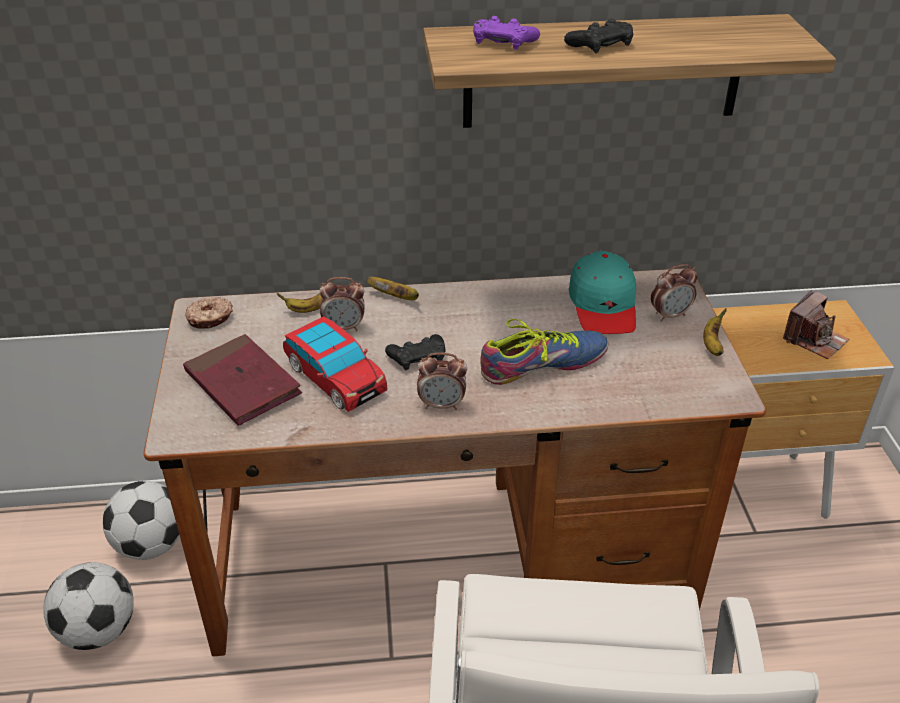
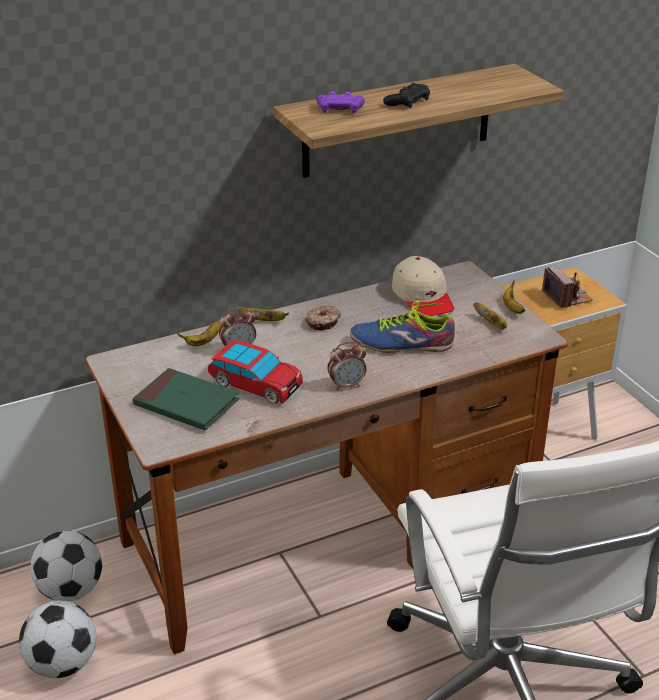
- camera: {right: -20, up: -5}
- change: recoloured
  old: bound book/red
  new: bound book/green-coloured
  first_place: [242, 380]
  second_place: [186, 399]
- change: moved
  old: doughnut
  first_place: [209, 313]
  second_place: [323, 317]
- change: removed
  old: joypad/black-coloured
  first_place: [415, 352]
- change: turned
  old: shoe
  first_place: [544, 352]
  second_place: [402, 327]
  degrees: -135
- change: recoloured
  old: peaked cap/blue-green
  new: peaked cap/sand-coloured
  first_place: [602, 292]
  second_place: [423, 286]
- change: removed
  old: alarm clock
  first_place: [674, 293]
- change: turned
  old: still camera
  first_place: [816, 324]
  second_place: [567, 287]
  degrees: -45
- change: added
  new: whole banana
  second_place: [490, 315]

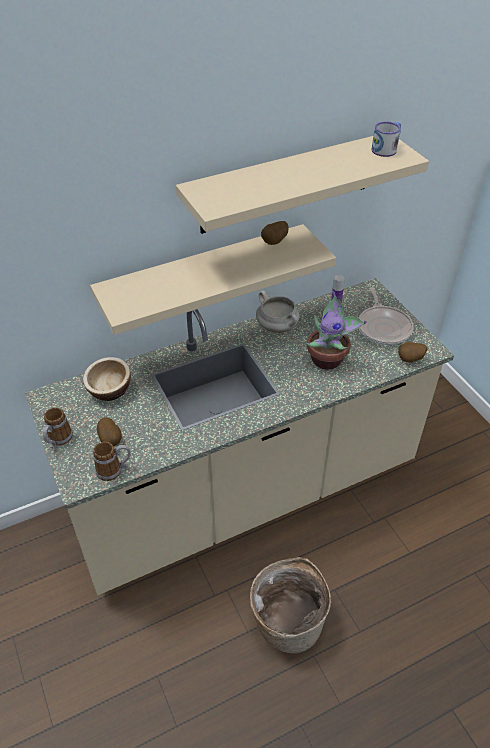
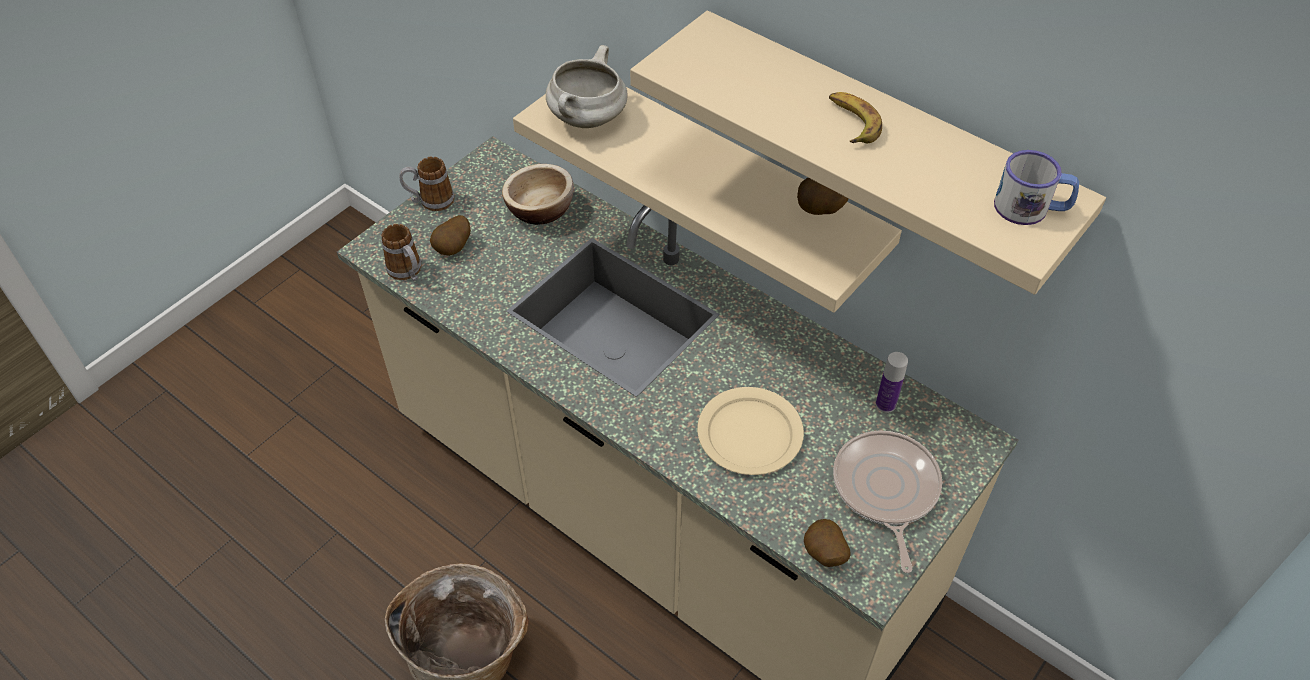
- camera: {right: 65, up: 5}
- change: moved
  old: cooking pot/white
  first_place: [278, 312]
  second_place: [586, 86]
- change: replaced
  old: houseplant
  new: flat dish/sand-coloured
  first_place: [336, 330]
  second_place: [750, 431]
- change: turned
  old: skillet
  first_place: [386, 316]
  second_place: [887, 502]
  degrees: 120
- change: added
  new: whole banana
  second_place: [855, 117]

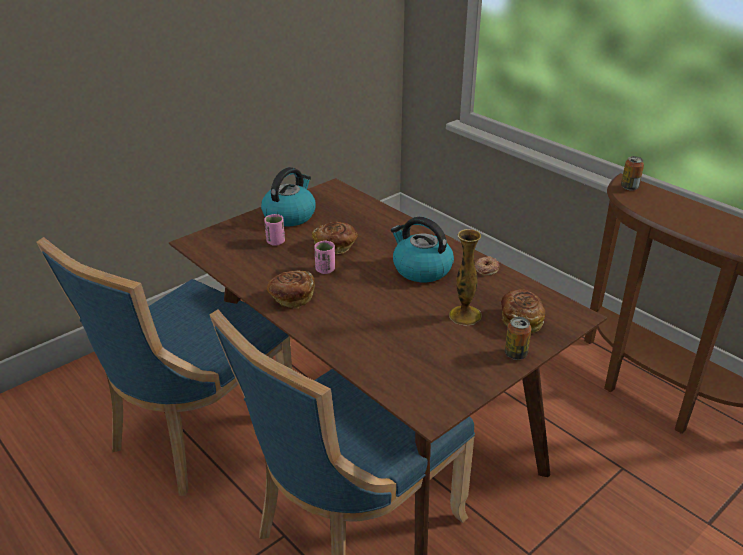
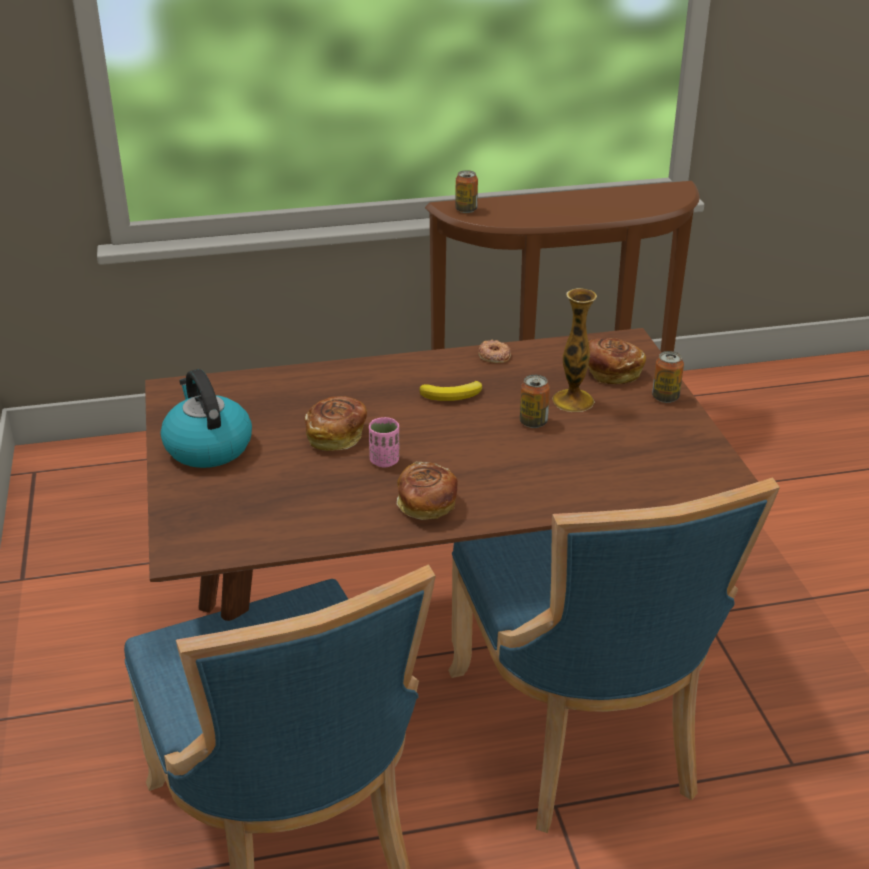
- camera: {right: -60, up: 0}
- change: removed
  old: cup/pink-coloured
  first_place: [274, 230]
- change: replaced
  old: tea kettle
  new: whole banana
  first_place: [422, 249]
  second_place: [450, 391]
- change: added
  new: sealed can
  second_place: [535, 401]

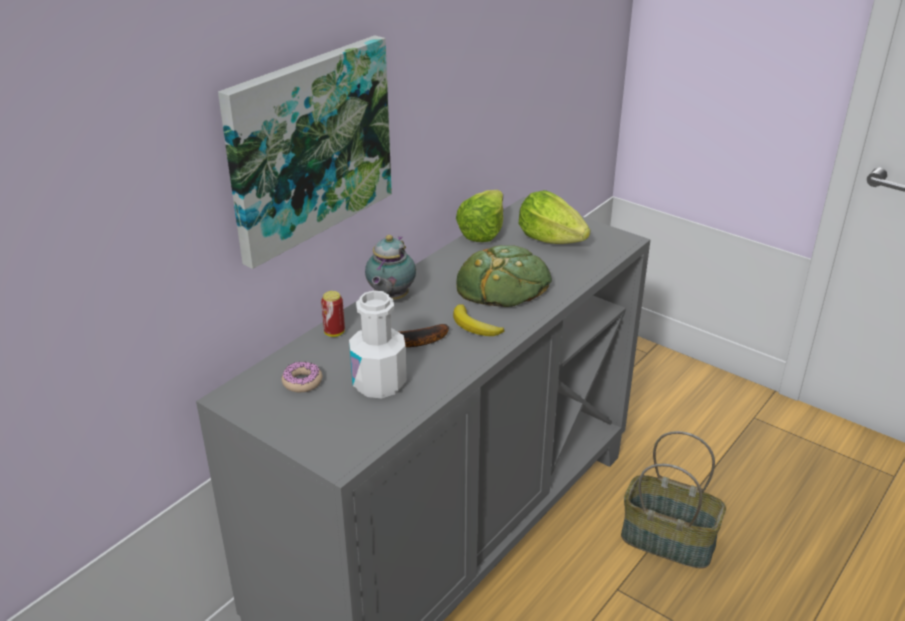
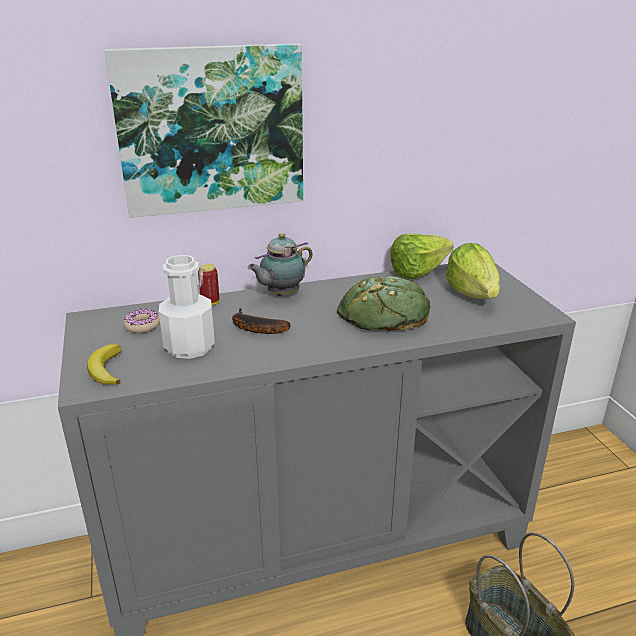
- camera: {right: 35, up: -5}
- change: moved
  old: whole banana
  first_place: [478, 320]
  second_place: [104, 364]

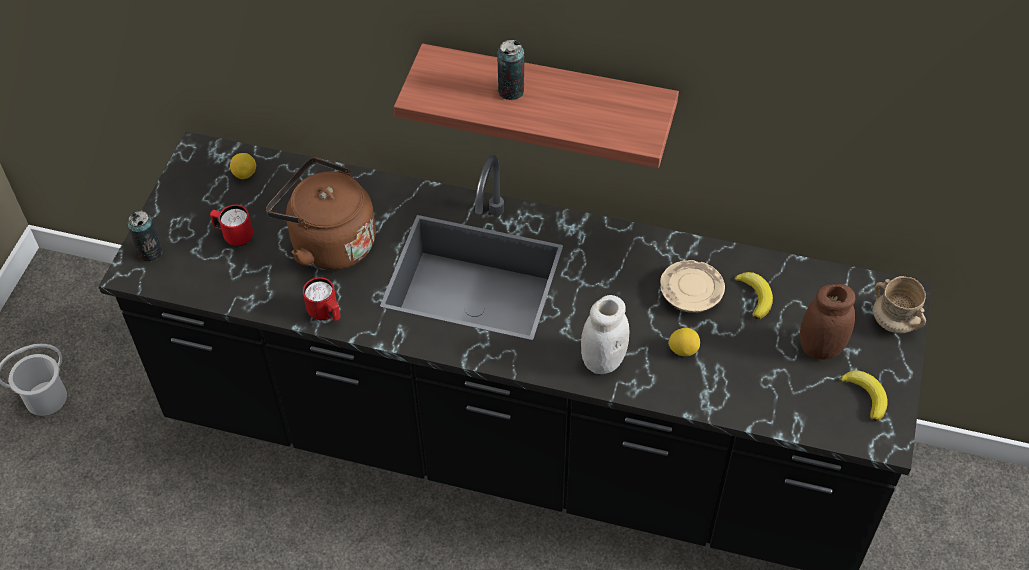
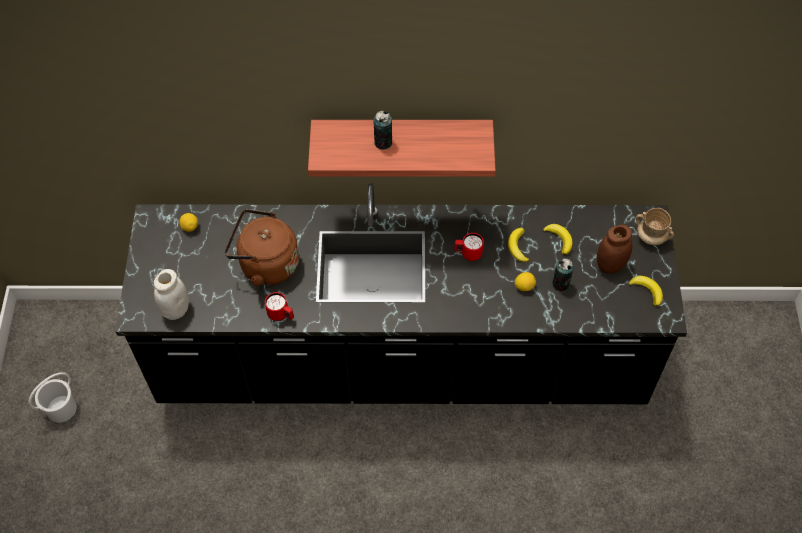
- camera: {right: -15, up: 5}
- change: moved
  old: sealed can
  first_place: [144, 236]
  second_place: [563, 274]
- change: moved
  old: mug/red
  first_place: [231, 226]
  second_place: [469, 247]
- change: moved
  old: jar/white
  first_place: [605, 334]
  second_place: [171, 294]
- change: replaced
  old: flat dish/sand-coloured
  new: whole banana
  first_place: [692, 286]
  second_place: [518, 245]

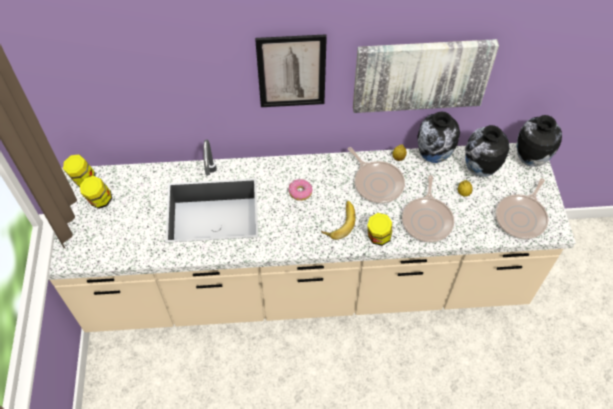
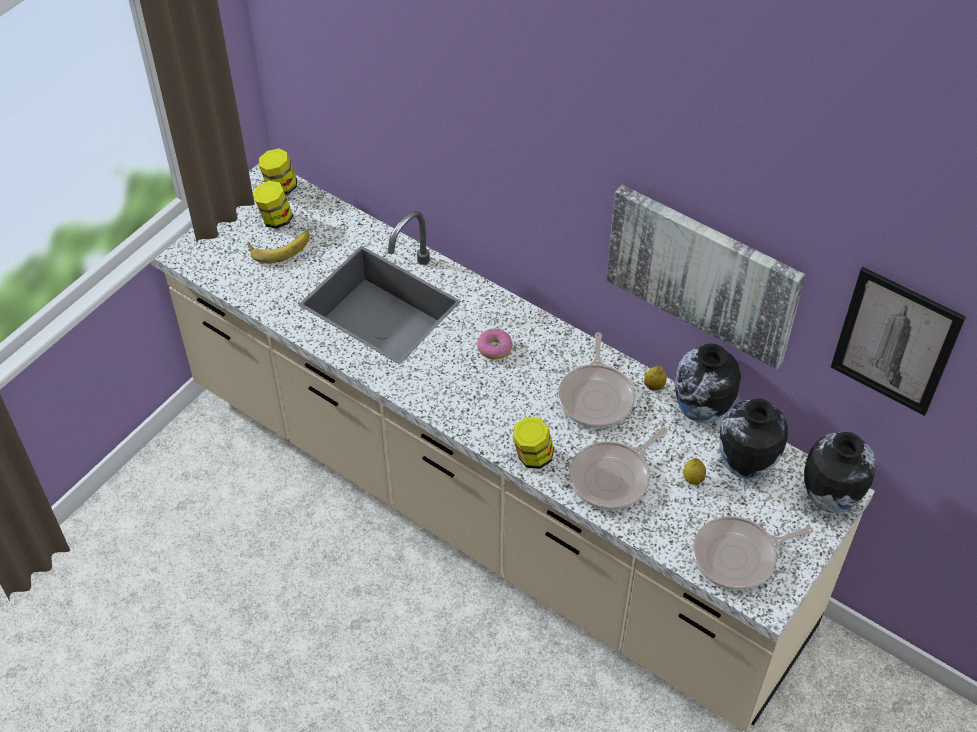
- camera: {right: 40, up: -5}
- change: moved
  old: wall picture
  first_place: [291, 70]
  second_place: [898, 341]
- change: moved
  old: whole banana
  first_place: [338, 220]
  second_place: [278, 247]

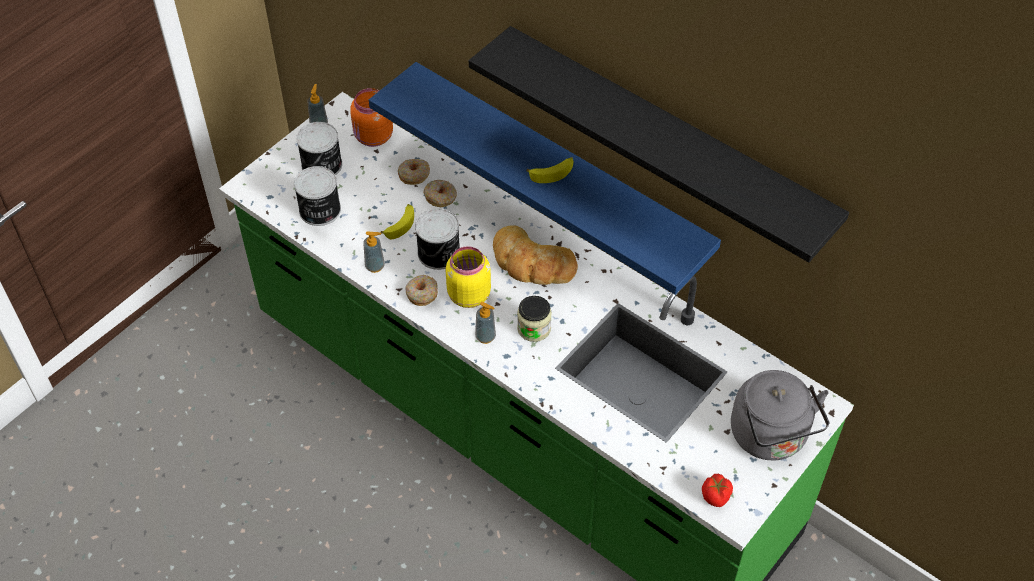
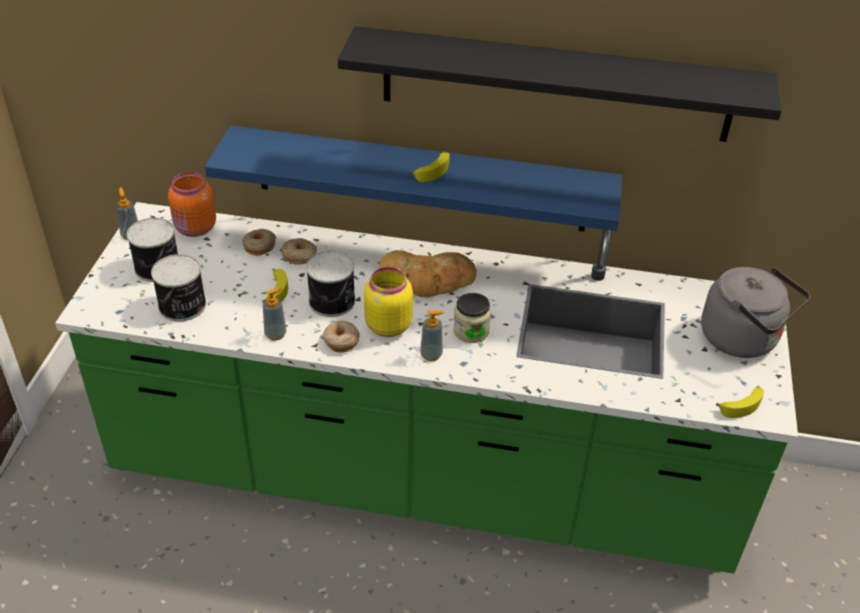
- camera: {right: -30, up: -10}
- change: replaced
  old: fresh tomato
  new: whole banana
  first_place: [717, 490]
  second_place: [740, 402]

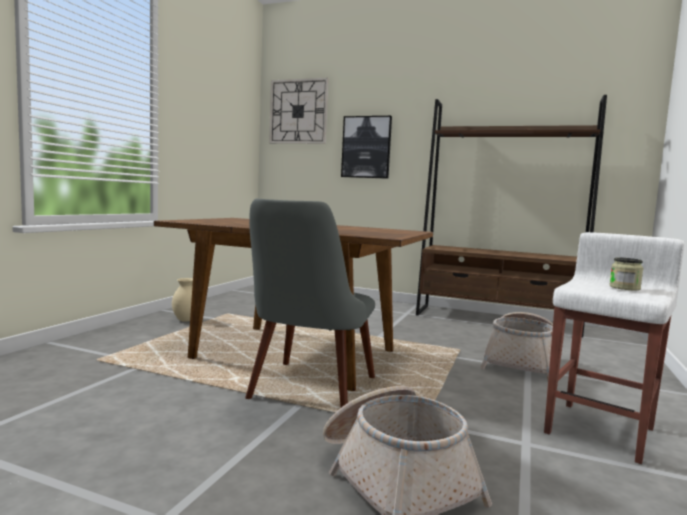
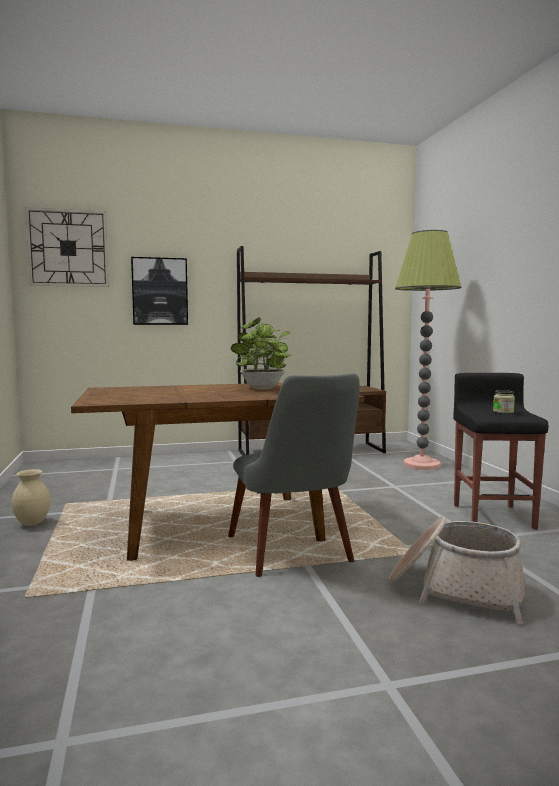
- camera: {right: -35, up: 0}
- change: removed
  old: storage basket
  first_place: [516, 346]
- change: recoloured
  old: sitting stool/white
  new: sitting stool/black-coloured
  first_place: [614, 348]
  second_place: [500, 451]
- change: added
  new: houseplant
  second_place: [261, 353]
- change: added
  new: standing lamp
  second_place: [428, 350]

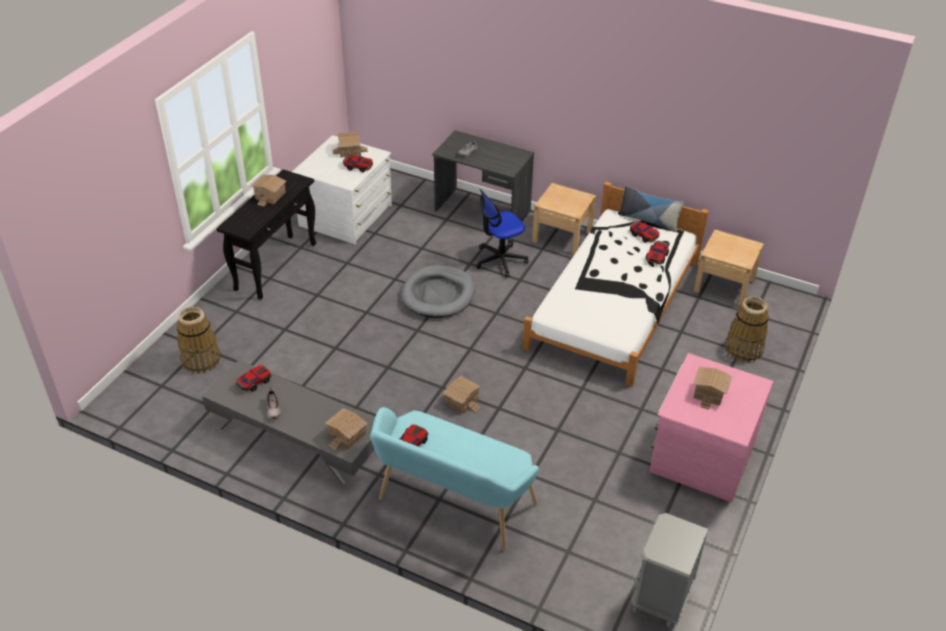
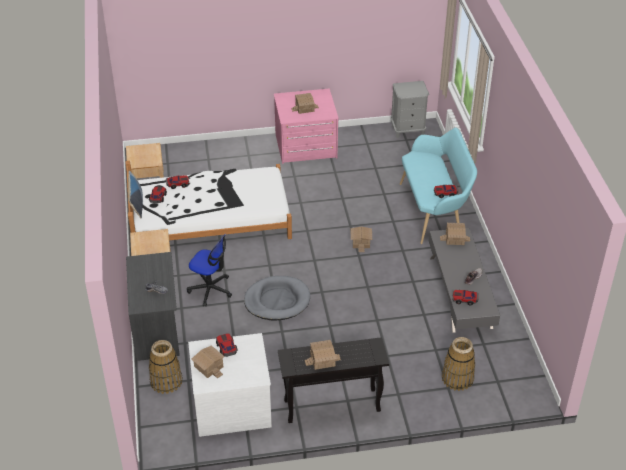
- camera: {right: -125, up: 0}
- change: moved
  old: storage basket
  first_place: [747, 330]
  second_place: [166, 367]

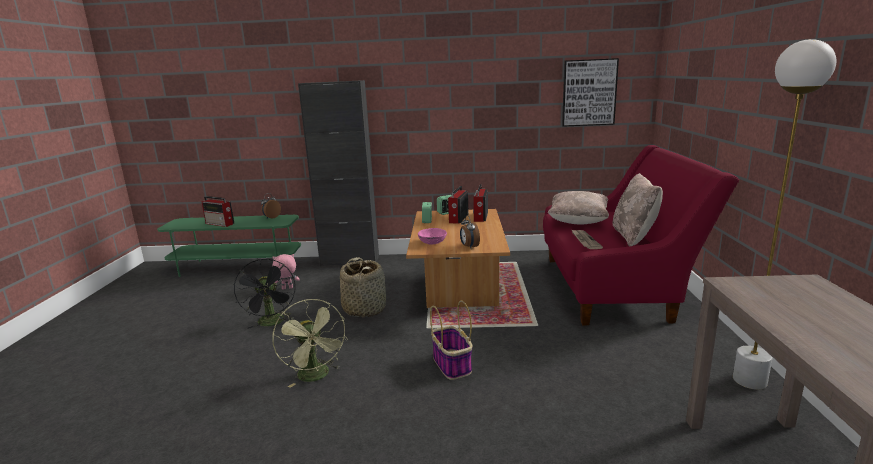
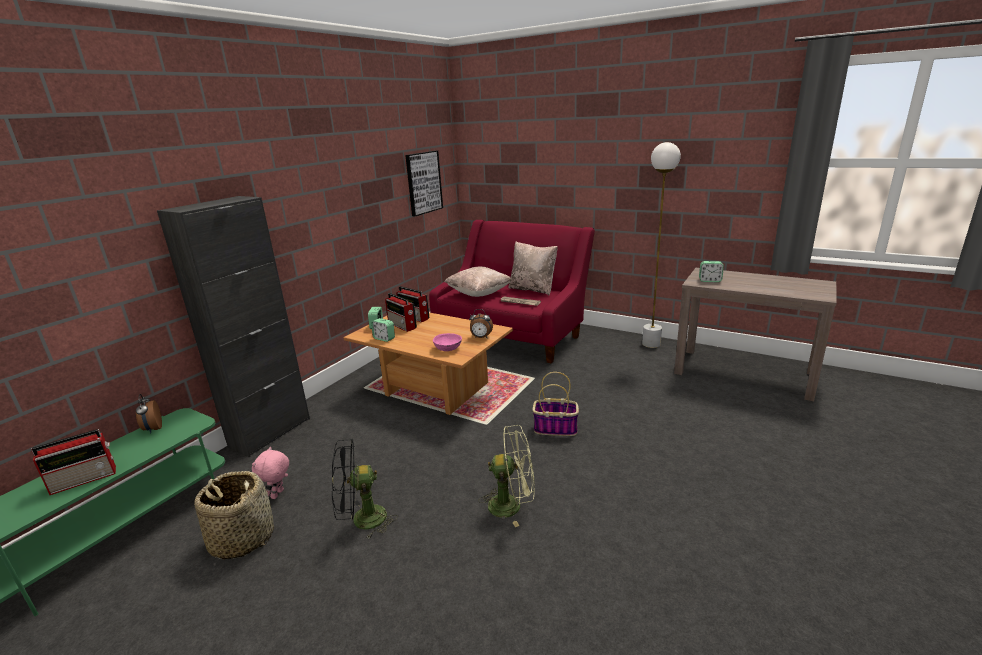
- camera: {right: -60, up: 5}
- change: turned
  old: fan/black-coloured
  first_place: [265, 294]
  second_place: [365, 489]
  degrees: 150
- change: moved
  old: storage basket
  first_place: [363, 287]
  second_place: [234, 515]
- change: added
  new: alarm clock
  second_place: [711, 271]

